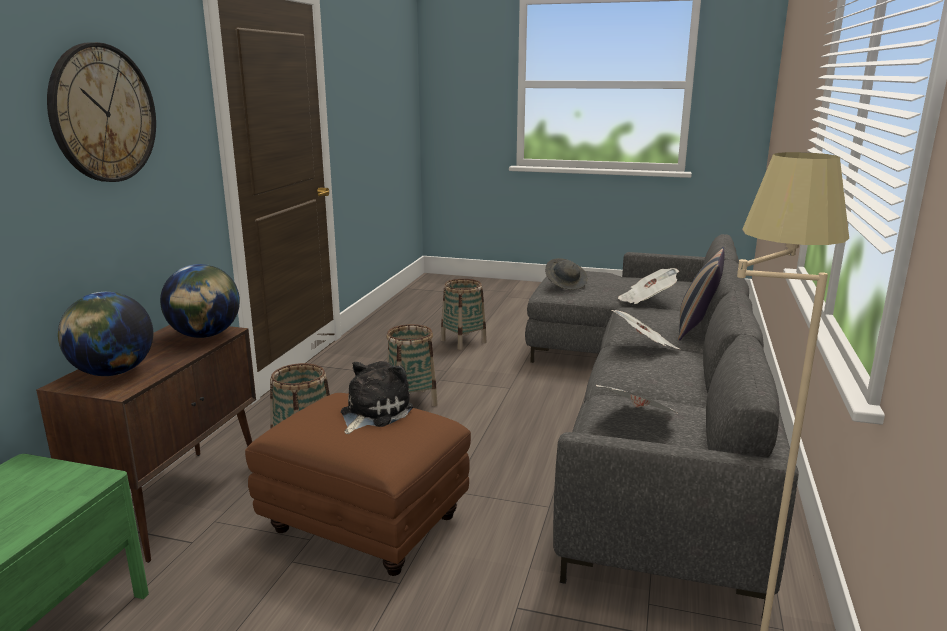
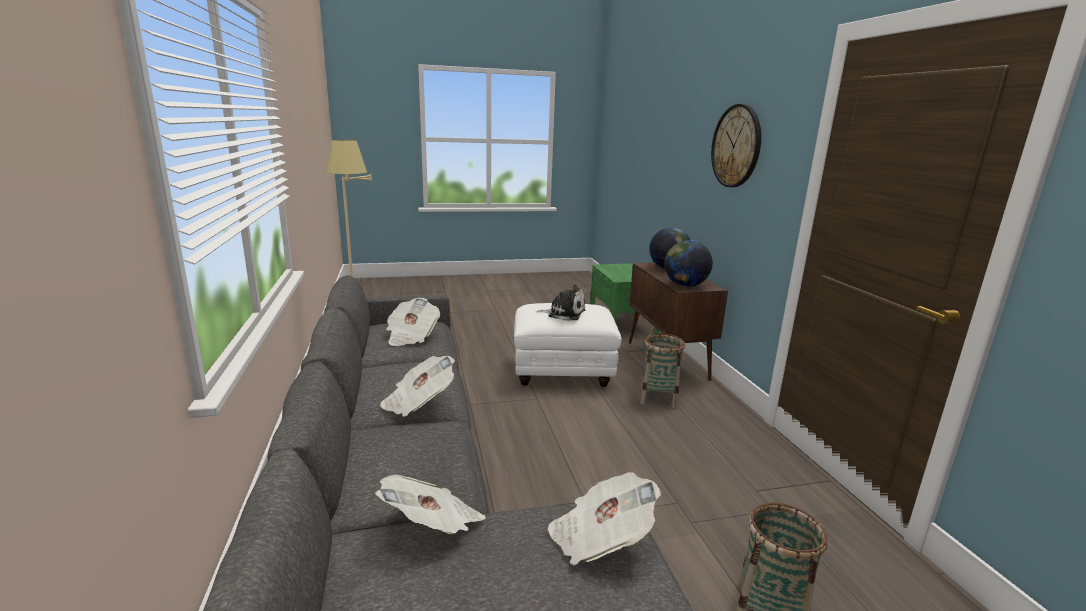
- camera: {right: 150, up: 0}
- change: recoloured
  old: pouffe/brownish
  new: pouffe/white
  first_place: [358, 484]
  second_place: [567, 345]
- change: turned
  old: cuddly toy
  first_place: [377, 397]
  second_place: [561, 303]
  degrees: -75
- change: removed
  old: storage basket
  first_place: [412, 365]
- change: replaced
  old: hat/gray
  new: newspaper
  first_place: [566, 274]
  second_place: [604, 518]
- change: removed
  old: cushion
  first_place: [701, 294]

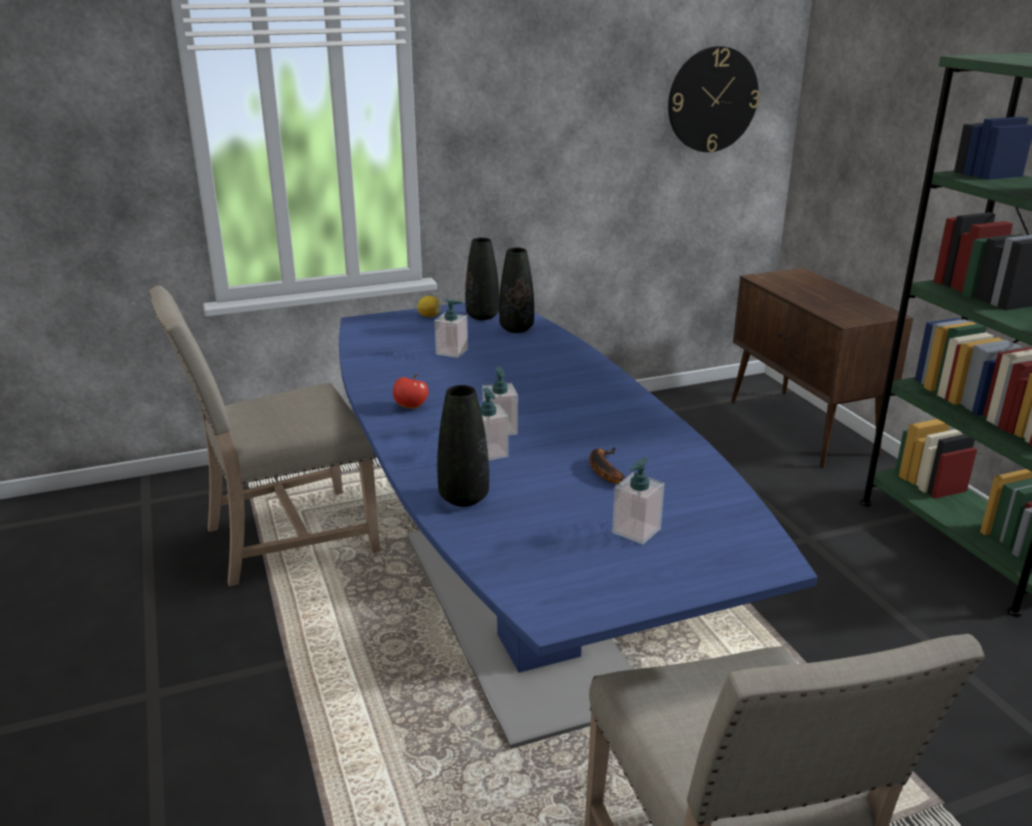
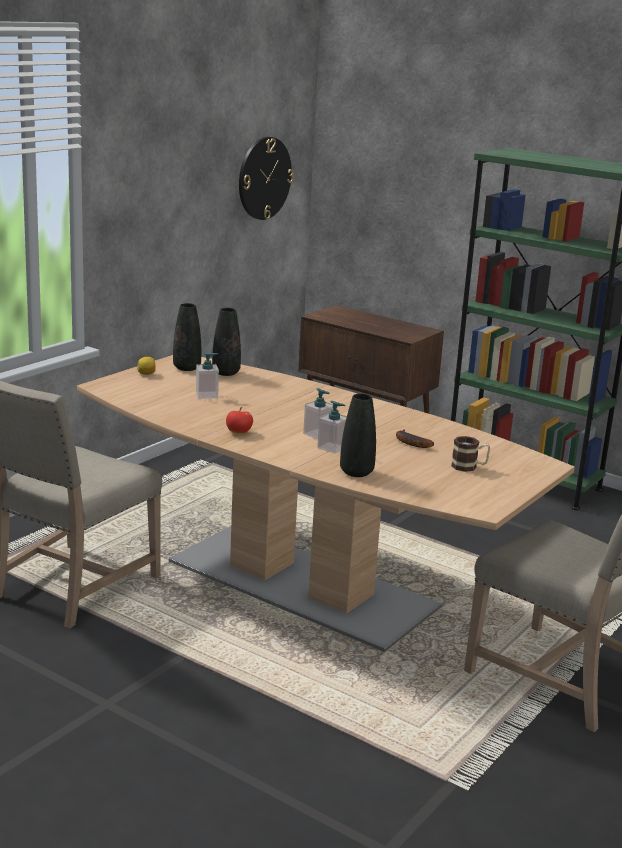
- camera: {right: -35, up: -5}
- change: recoloured
  old: dinner table/blue
  new: dinner table/brownish
  first_place: [578, 526]
  second_place: [326, 503]
- change: replaced
  old: liquid soap bottle
  new: mug
  first_place: [638, 501]
  second_place: [470, 454]

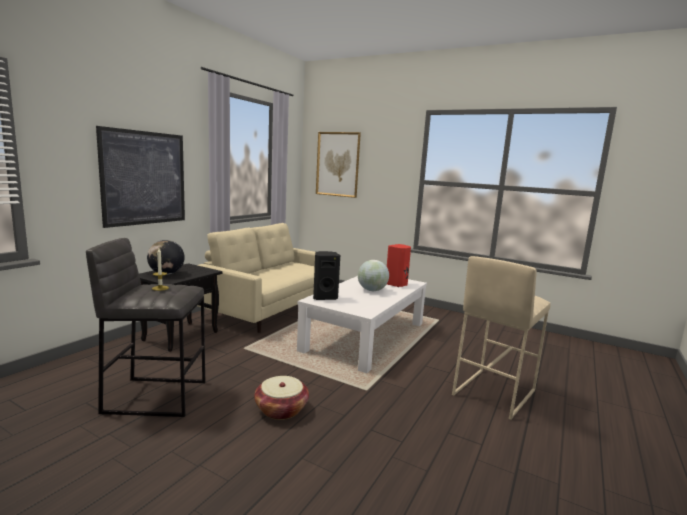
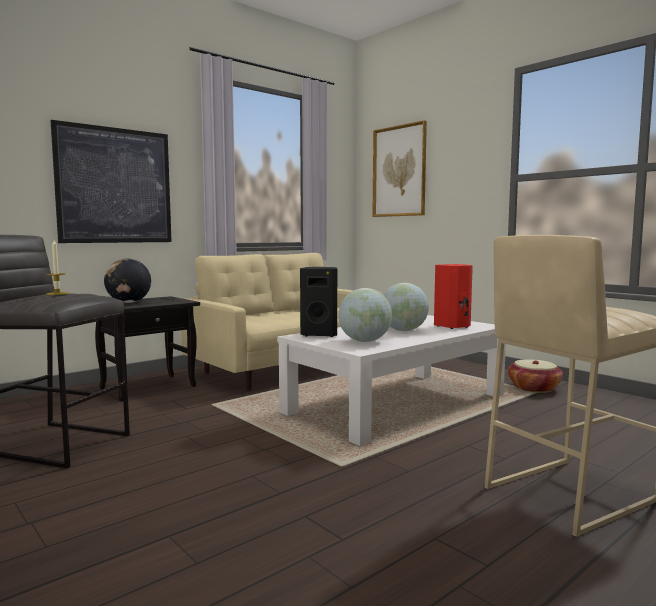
- camera: {right: 20, up: -5}
- change: moved
  old: storage basket
  first_place: [281, 398]
  second_place: [535, 376]
- change: added
  new: globe
  second_place: [365, 315]

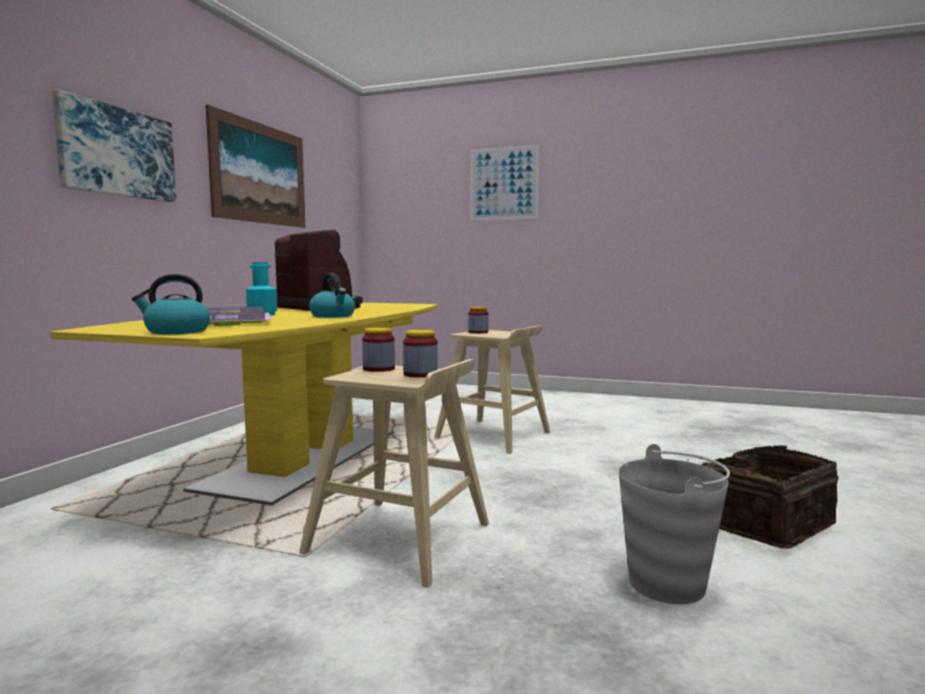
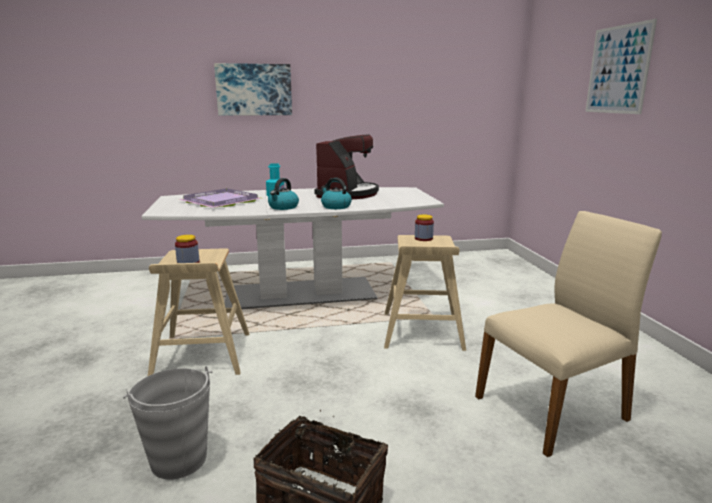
- camera: {right: 60, up: 10}
- change: recoloured
  old: dinner table/yellowish
  new: dinner table/white
  first_place: [243, 404]
  second_place: [293, 248]
- change: moved
  old: tea kettle
  first_place: [171, 304]
  second_place: [336, 193]
- change: removed
  old: wall picture
  first_place: [255, 166]
- change: removed
  old: jar
  first_place: [378, 349]
- change: added
  new: chair/sand-coloured
  second_place: [568, 334]

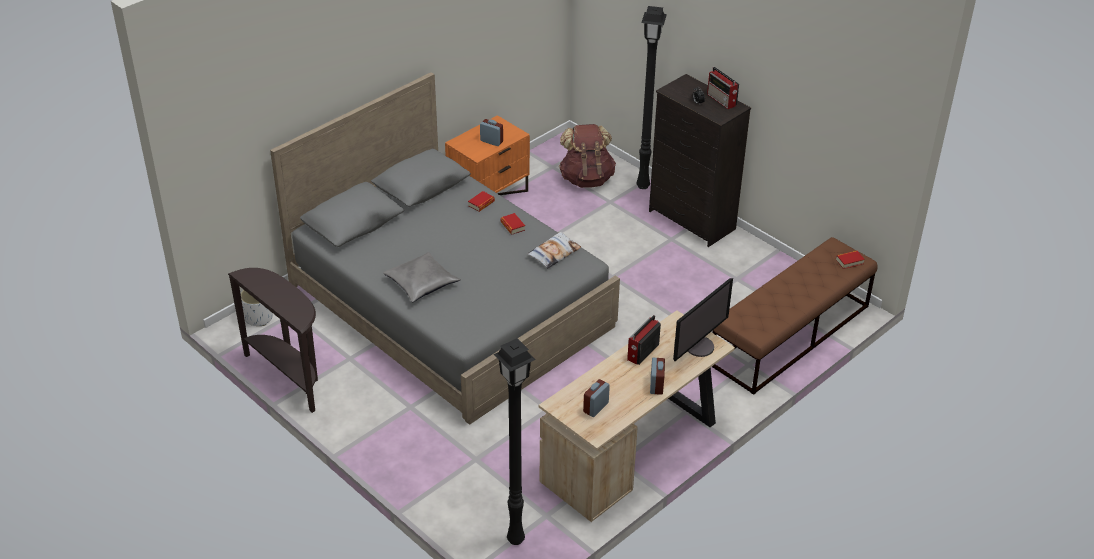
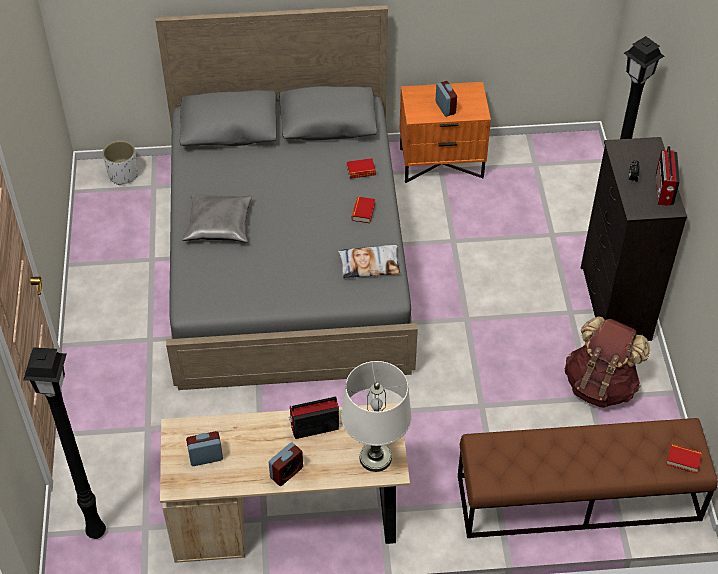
- camera: {right: 40, up: 10}
- change: removed
  old: hall table/brownish
  first_place: [273, 340]
- change: moved
  old: backpack/brownish
  first_place: [587, 156]
  second_place: [607, 362]
- change: replaced
  old: computer screen
  new: lamp for a table/white
  first_place: [703, 319]
  second_place: [376, 416]

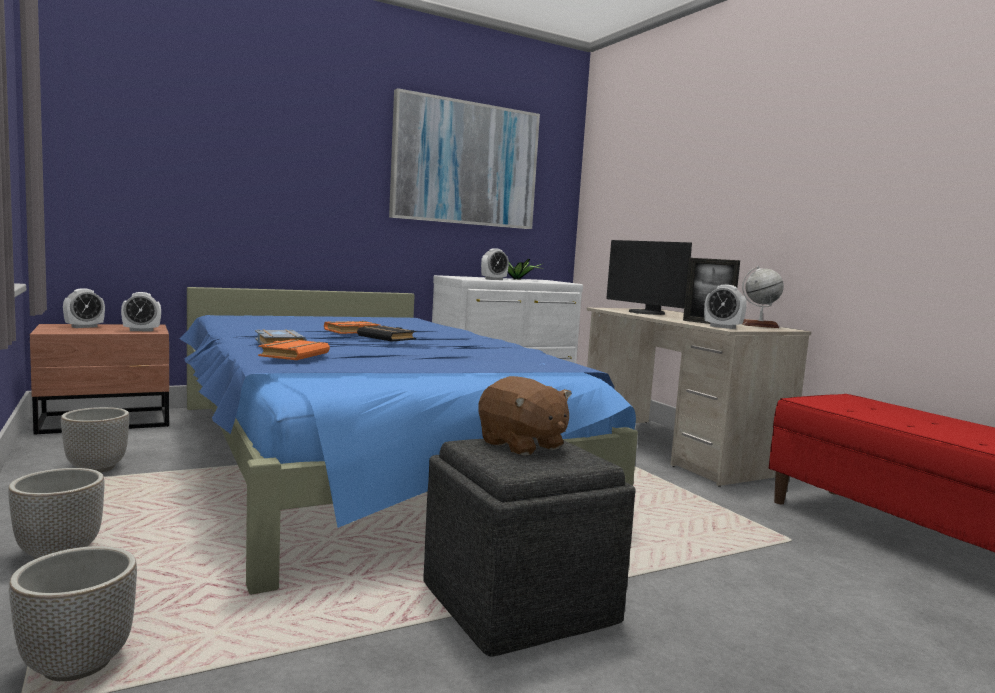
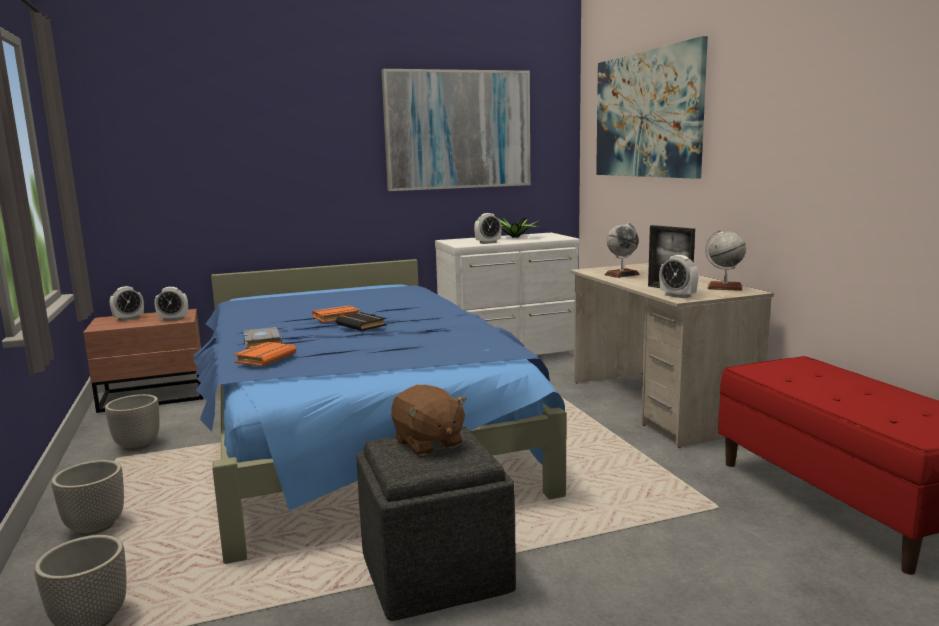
- camera: {right: 10, up: 5}
- change: replaced
  old: computer screen
  new: globe
  first_place: [649, 277]
  second_place: [622, 250]
- change: added
  new: wall picture
  second_place: [652, 107]

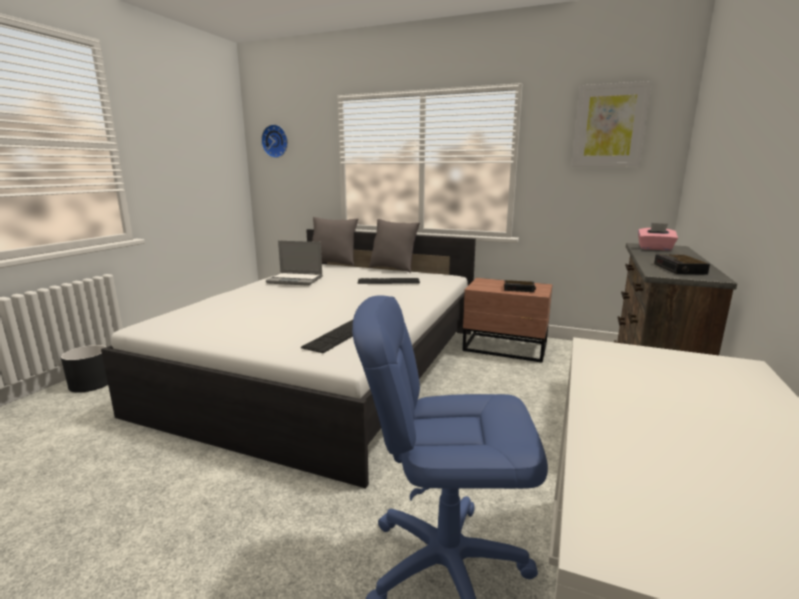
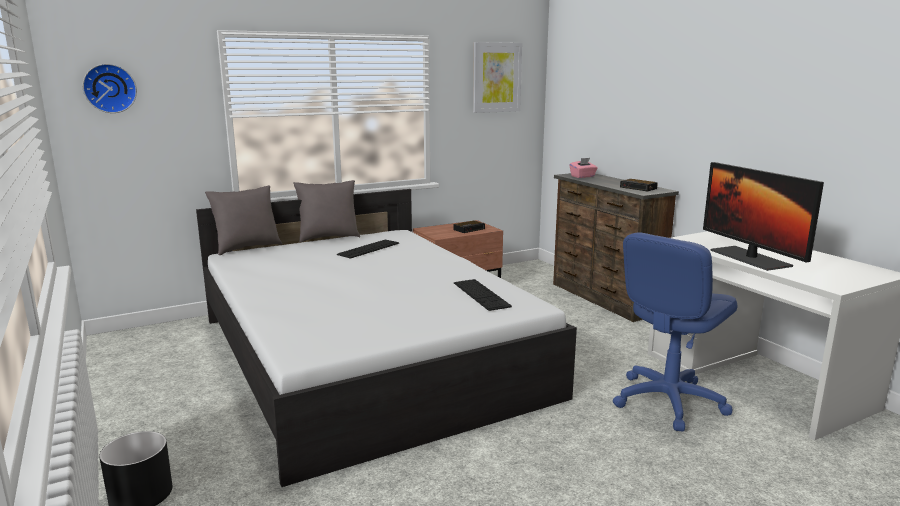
- camera: {right: -50, up: 0}
- change: removed
  old: notebook computer
  first_place: [294, 263]
- change: added
  new: computer screen
  second_place: [763, 216]

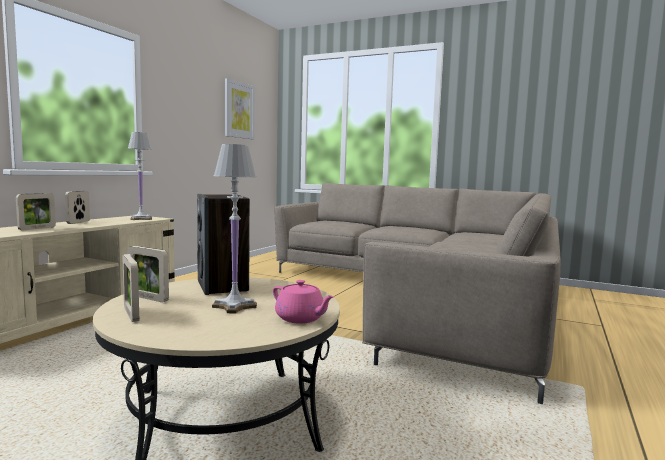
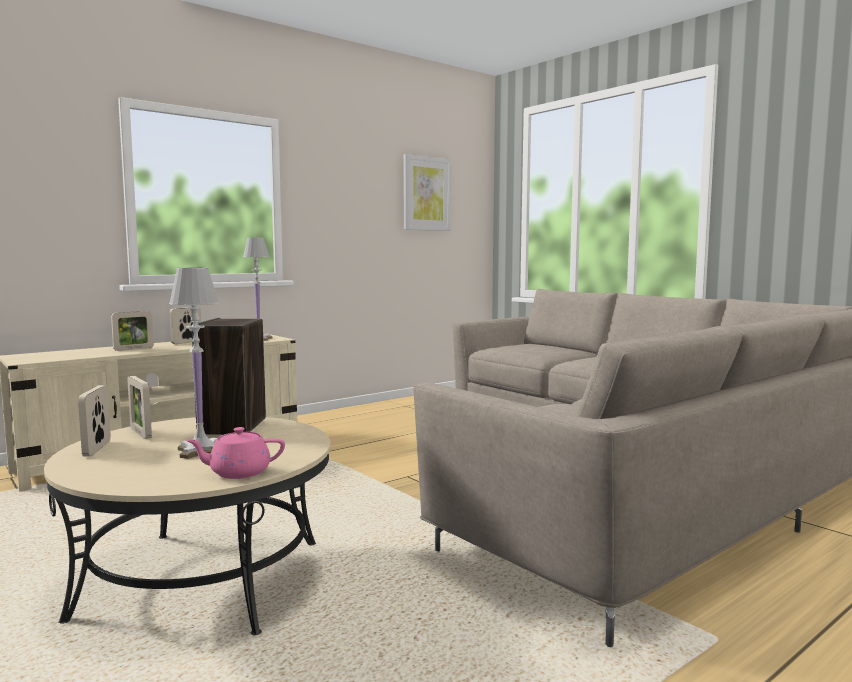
- camera: {right: 25, up: 0}
- change: turned
  old: pot for tea/pink-coloured
  first_place: [304, 301]
  second_place: [235, 453]
  degrees: 105

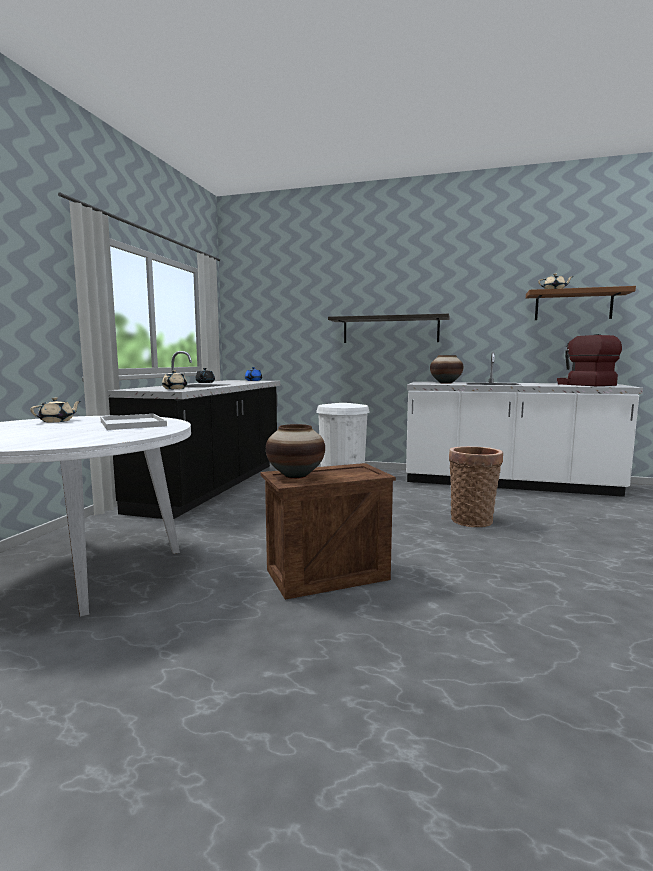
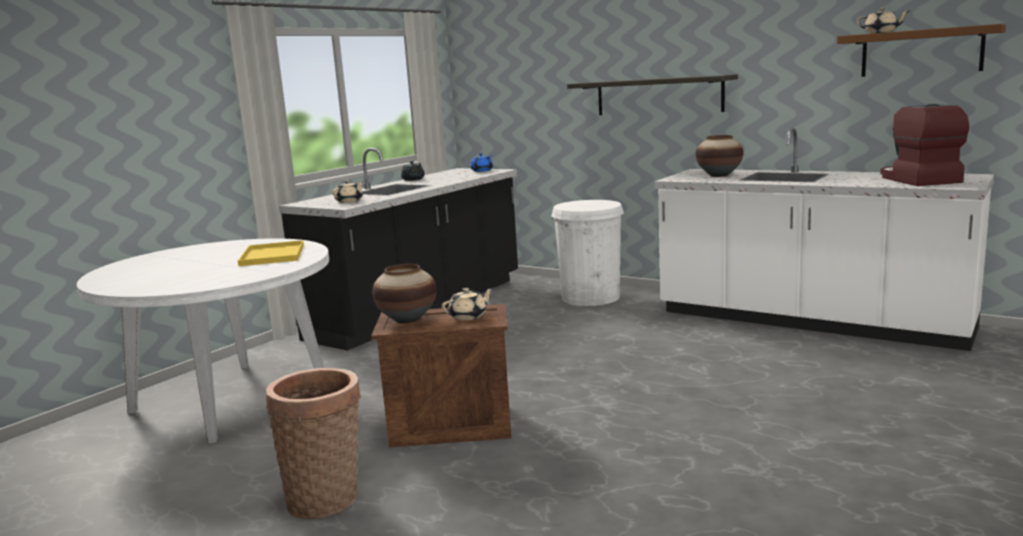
- camera: {right: 20, up: 5}
- change: moved
  old: pot for tea/sand-coloured
  first_place: [55, 409]
  second_place: [467, 304]
- change: recoloured
  old: serving tray/white
  new: serving tray/yellowish
  first_place: [133, 422]
  second_place: [271, 253]
- change: moved
  old: storage basket
  first_place: [476, 486]
  second_place: [313, 443]

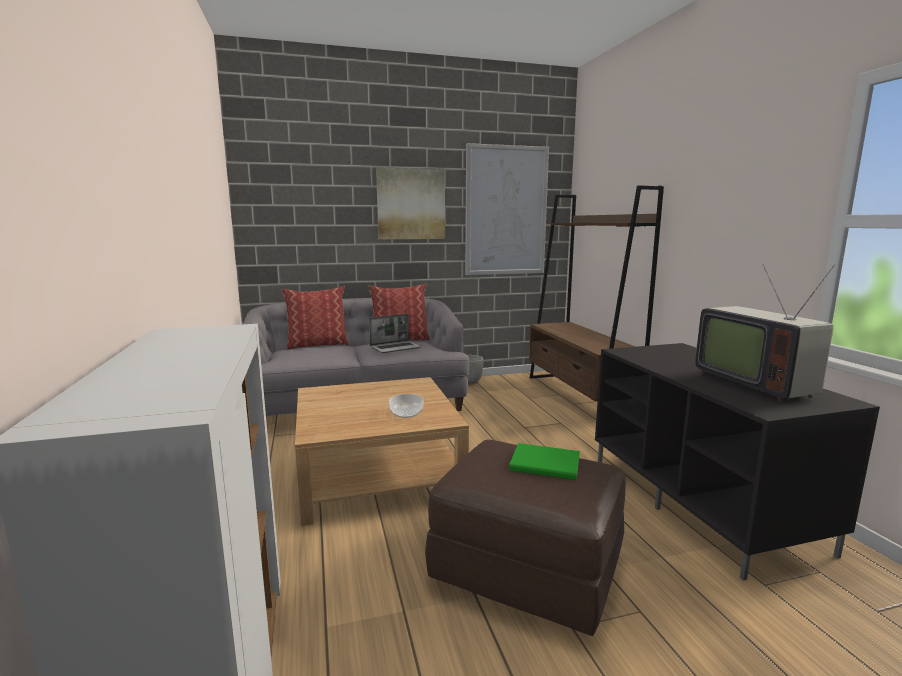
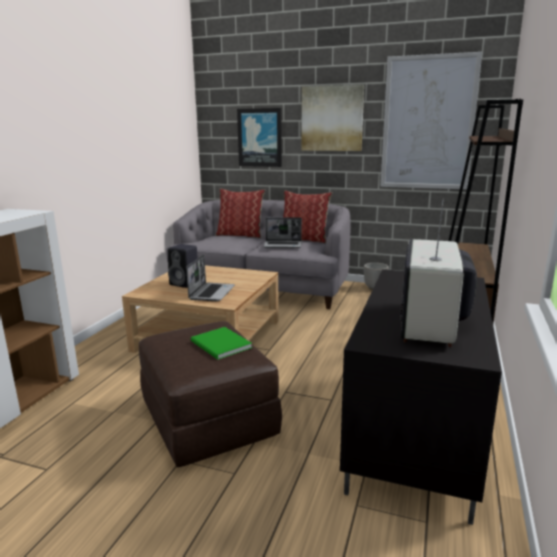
- camera: {right: 35, up: 5}
- change: replaced
  old: deep dish
  new: notebook computer
  first_place: [406, 406]
  second_place: [210, 277]
- change: added
  new: loudspeaker/black-coloured
  second_place: [183, 266]
- change: added
  new: wall picture
  second_place: [259, 137]

